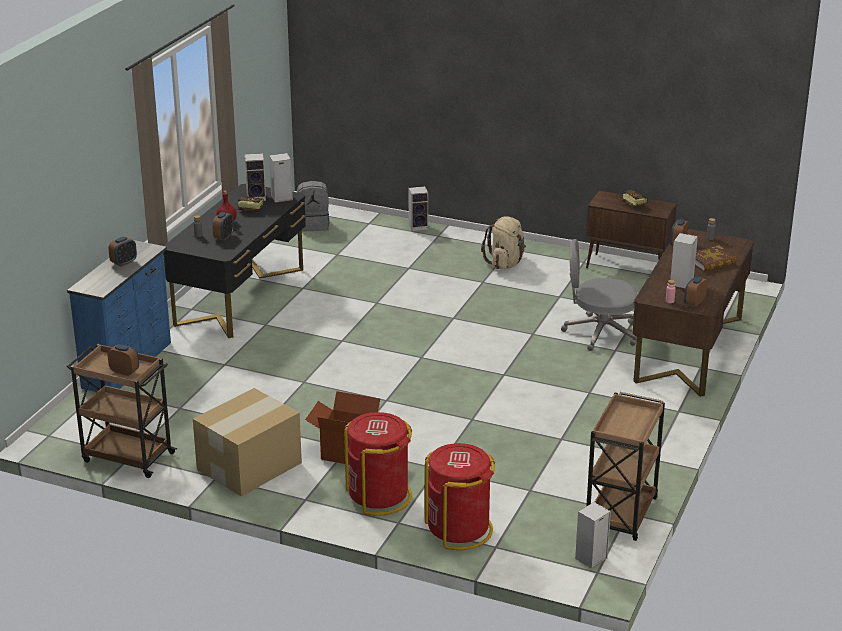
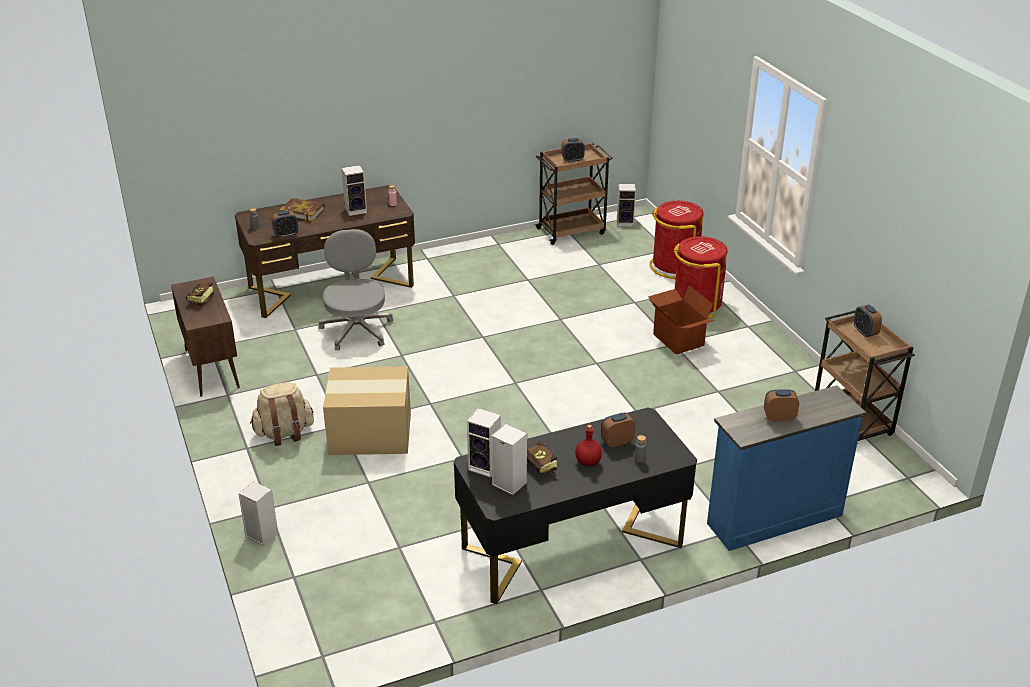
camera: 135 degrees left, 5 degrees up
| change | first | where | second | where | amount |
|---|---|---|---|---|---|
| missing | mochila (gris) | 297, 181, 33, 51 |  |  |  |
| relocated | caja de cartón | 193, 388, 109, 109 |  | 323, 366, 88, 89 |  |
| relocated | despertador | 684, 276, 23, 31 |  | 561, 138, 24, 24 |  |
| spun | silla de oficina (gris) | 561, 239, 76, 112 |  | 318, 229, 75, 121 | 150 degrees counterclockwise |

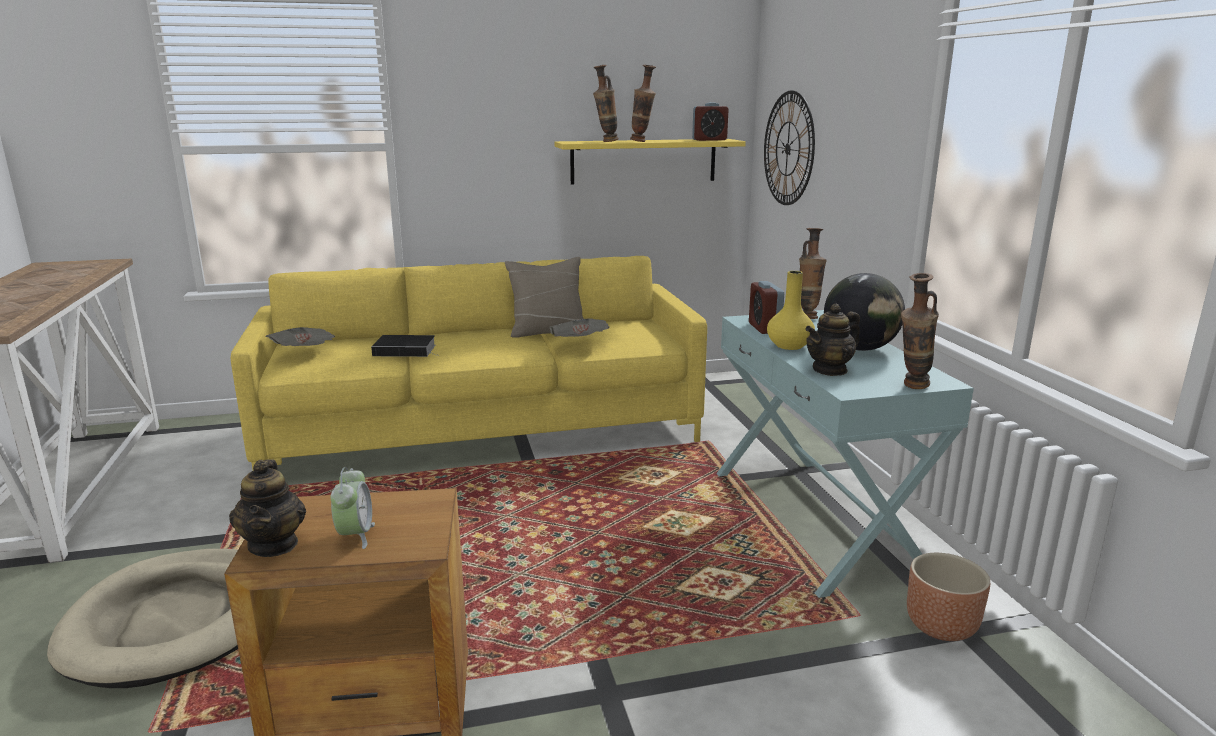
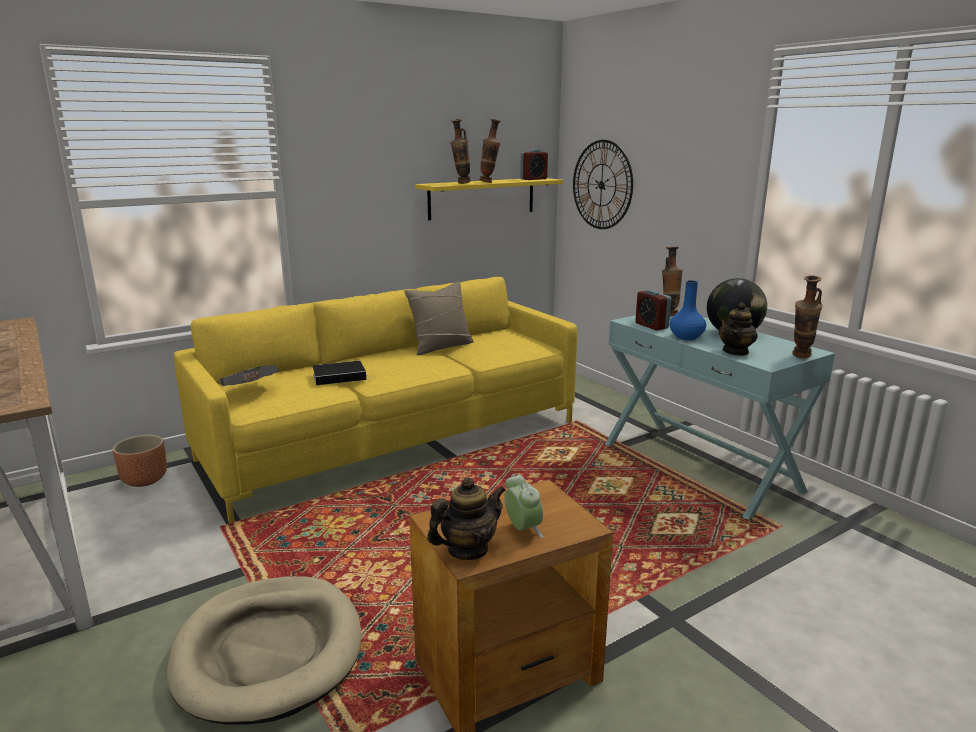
camera: 20 degrees left, 0 degrees up
| change | first | where | second | where | amount |
|---|---|---|---|---|---|
| missing | periódico | 549, 318, 61, 19 |  |  |  |
| relocated | maceta (marrón) | 907, 553, 83, 88 |  | 113, 435, 54, 52 |  |
| colour | florero (amarillo) | 767, 271, 48, 79 | florero (azul) | 670, 280, 36, 60 |  |
| spun | tetera | 229, 459, 77, 98 |  | 427, 477, 79, 83 | 90 degrees counterclockwise |

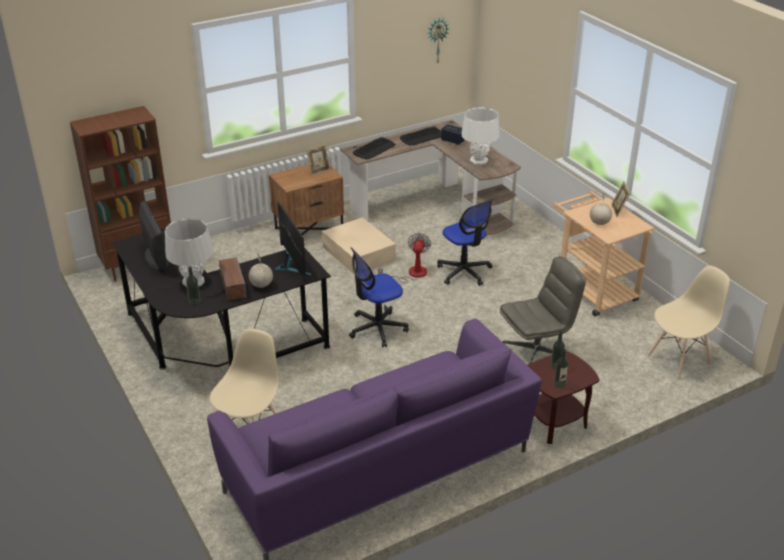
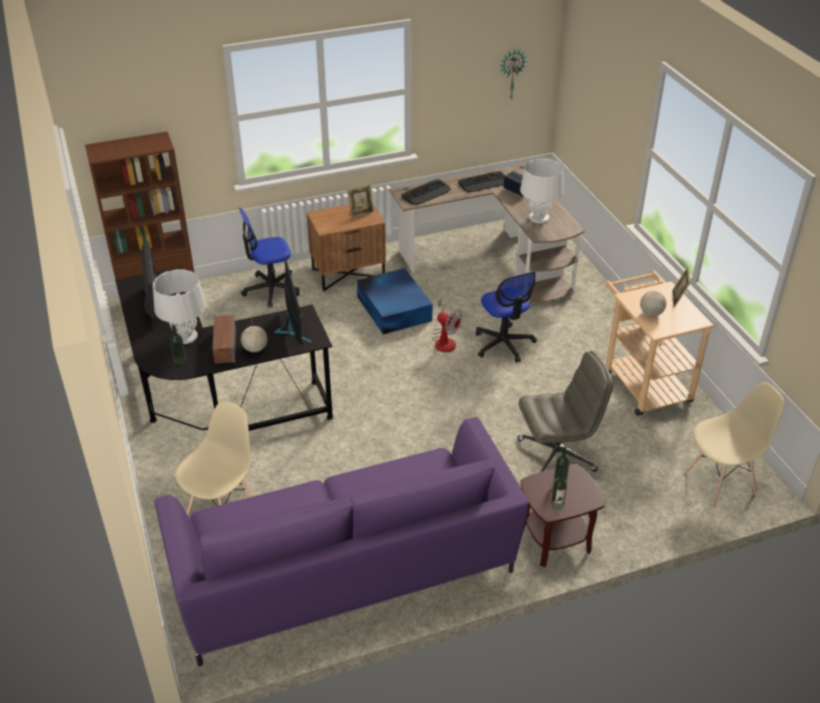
camera: 10 degrees right, 5 degrees up
| change | first | where | second | where | amount |
|---|---|---|---|---|---|
| relocated | silla de oficina | 349, 247, 60, 100 |  | 239, 208, 61, 100 |  |
| colour | caja de almacenaje (beis) | 322, 217, 74, 58 | caja de almacenaje (azul) | 357, 268, 76, 66 |  |
| spun | ventilador | 378, 233, 53, 50 |  | 432, 299, 30, 53 | 105 degrees clockwise |

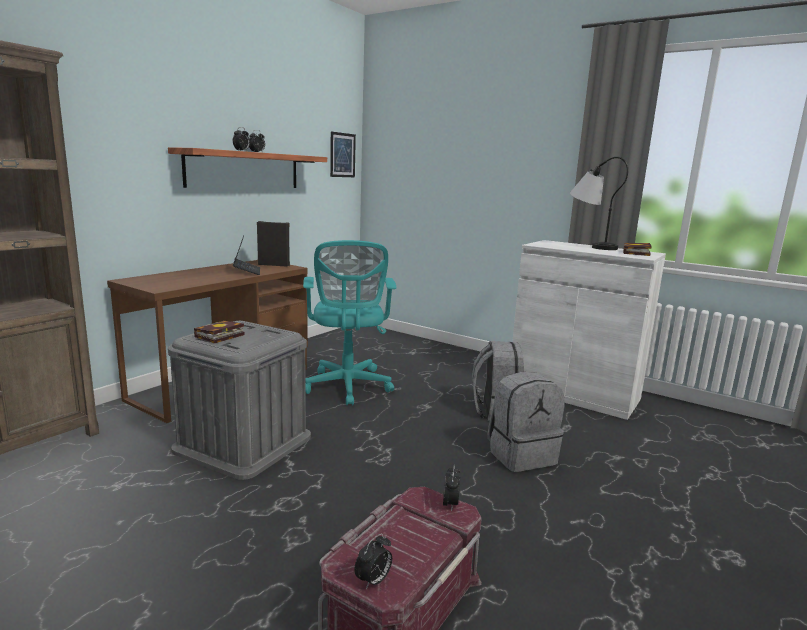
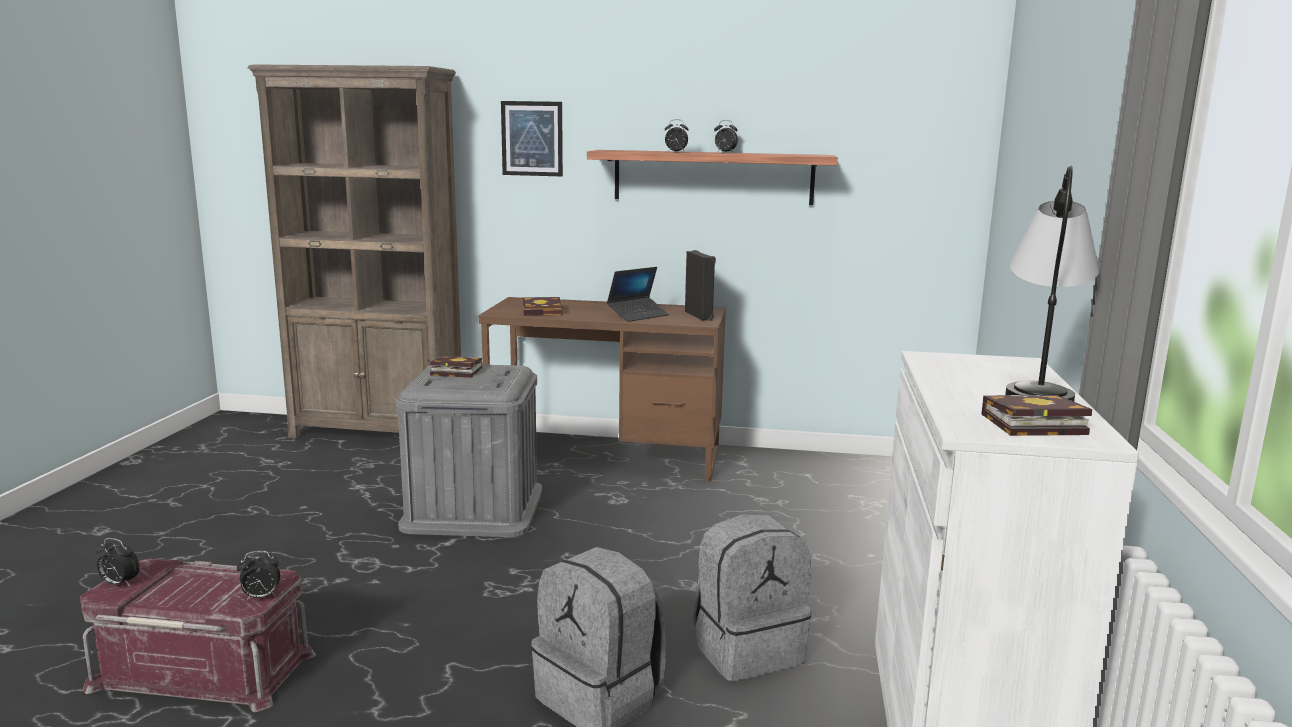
camera: 65 degrees right, 0 degrees up
| change | first | where | second | where | amount |
|---|---|---|---|---|---|
| missing | silla de oficina (turquesa) | 303, 240, 93, 166 |  |  |  |
| appeared |  |  | libro | 522, 297, 40, 19 |  |
| relocated | cuadro | 330, 131, 26, 46 |  | 501, 101, 62, 75 |  |

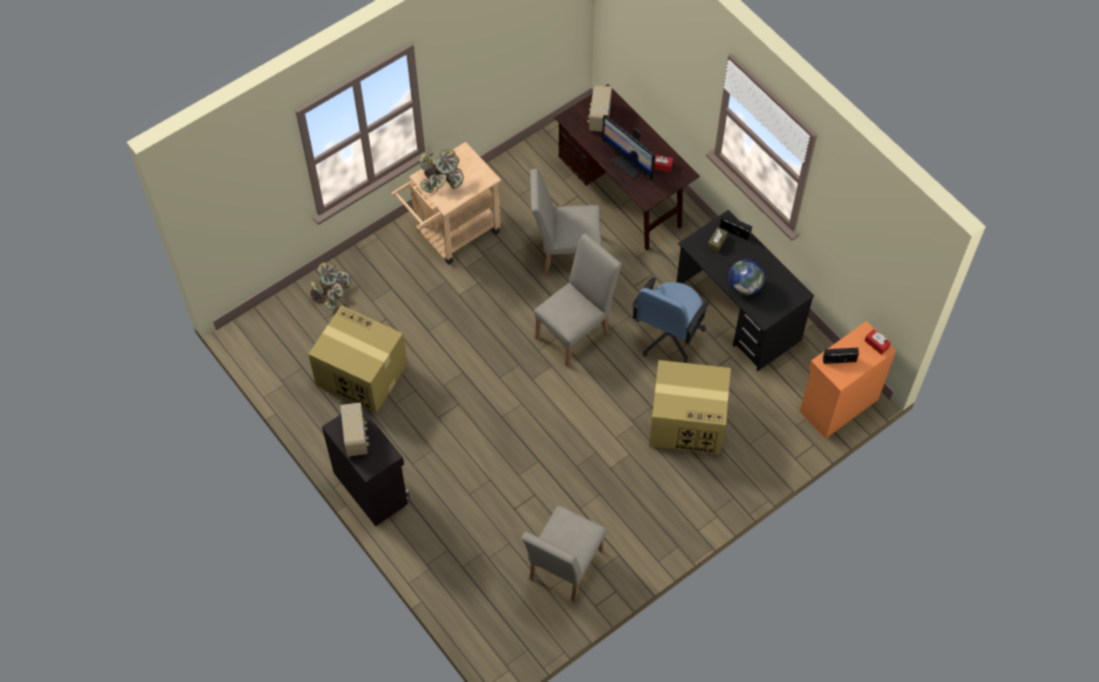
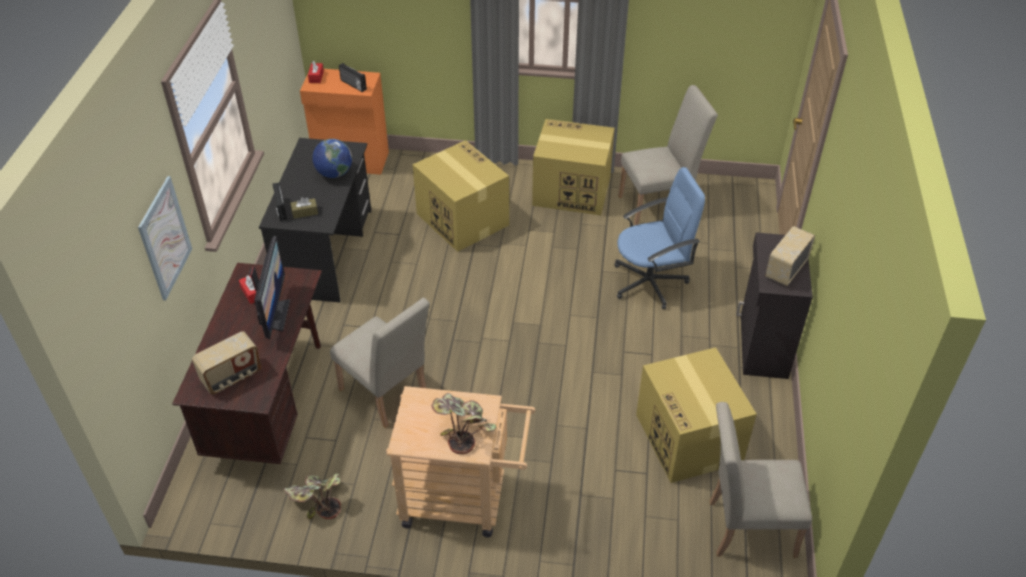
camera: 135 degrees left, 15 degrees down
| change | first | where | second | where | amount |
|---|---|---|---|---|---|
| appeared |  |  | cuadro | 138, 176, 54, 124 |  |
| appeared |  |  | caja de cartón | 532, 119, 83, 96 |  |
| relocated | planta en maceta | 310, 262, 41, 47 |  | 283, 474, 59, 45 |  |
| relocated | silla (beis) | 534, 234, 88, 133 |  | 710, 402, 102, 156 |  |
| relocated | silla de oficina (azul) | 632, 277, 78, 86 |  | 614, 167, 91, 142 |  |

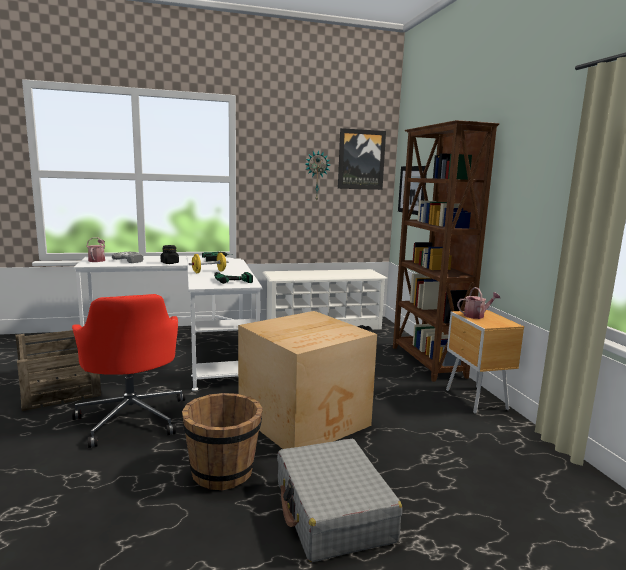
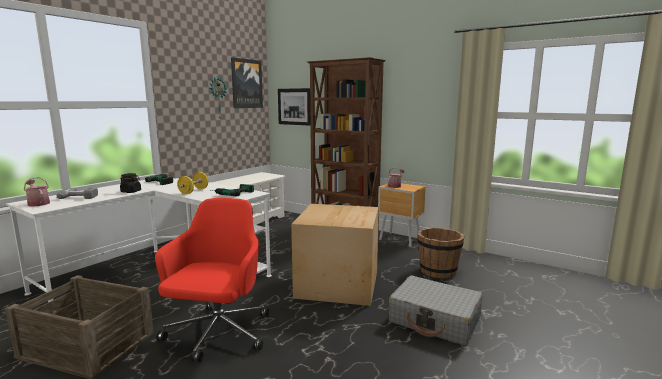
camera: 40 degrees left, 0 degrees up
| change | first | where | second | where | amount |
|---|---|---|---|---|---|
| relocated | cubo (marrón) | 182, 393, 81, 97 |  | 417, 228, 48, 50 |  |
| spun | silla de oficina (rojo) | 72, 294, 113, 154 |  | 155, 198, 114, 164 | 105 degrees counterclockwise |

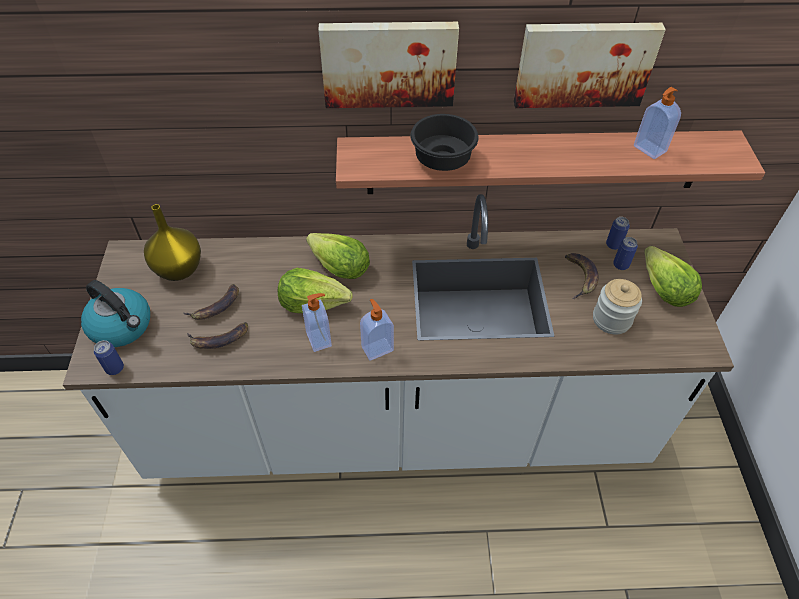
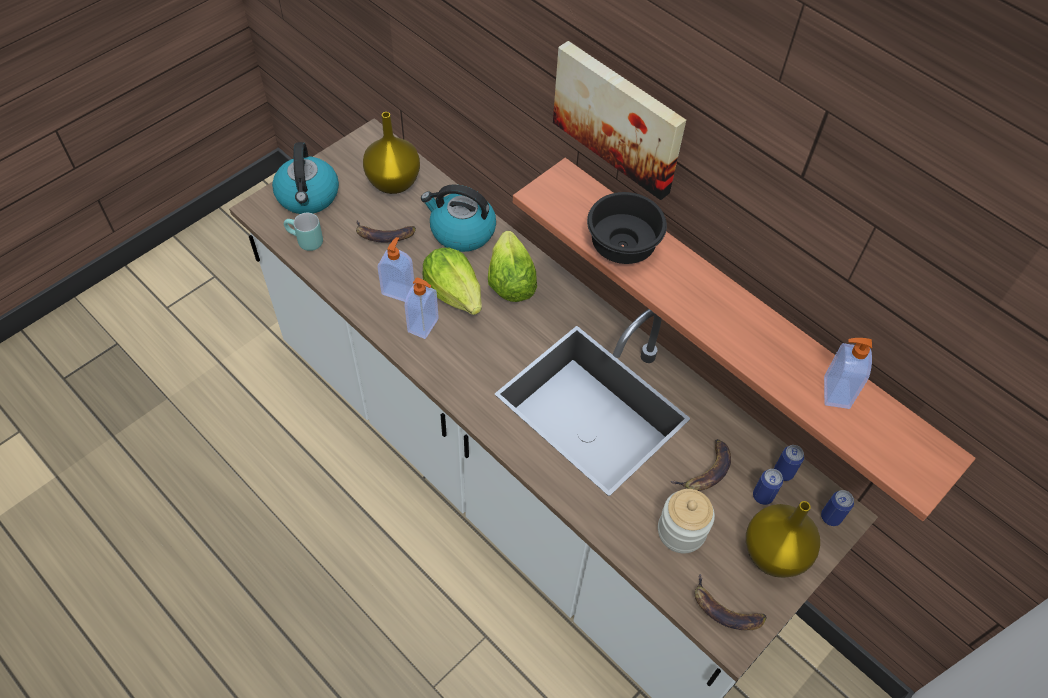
camera: 45 degrees right, 5 degrees up
| change | first | where | second | where | amount |
|---|---|---|---|---|---|
| missing | cuadro | 514, 23, 152, 85 |  |  |  |
| appeared |  |  | taza grande (turquesa) | 284, 213, 39, 38 |  |
| appeared |  |  | hervidor | 421, 184, 75, 68 |  |
| relocated | lata | 94, 340, 30, 35 |  | 821, 490, 33, 36 |  |
| relocated | plátano | 187, 322, 61, 27 |  | 695, 574, 72, 56 |  |
| relocated | dispensador de jabón | 360, 299, 34, 61 |  | 377, 237, 37, 65 |  |
| exchanged | lechuga | 644, 246, 58, 61 | florero (amarillo) | 746, 501, 74, 77 |  |

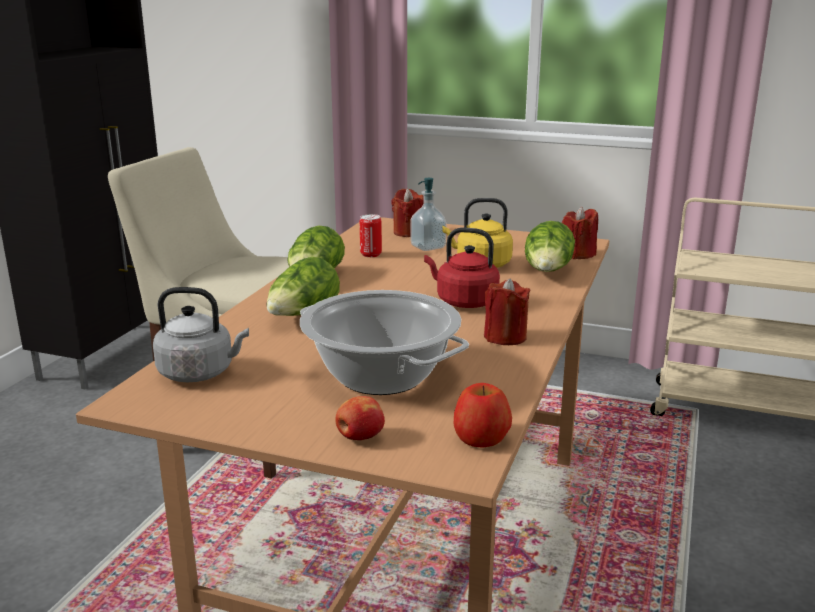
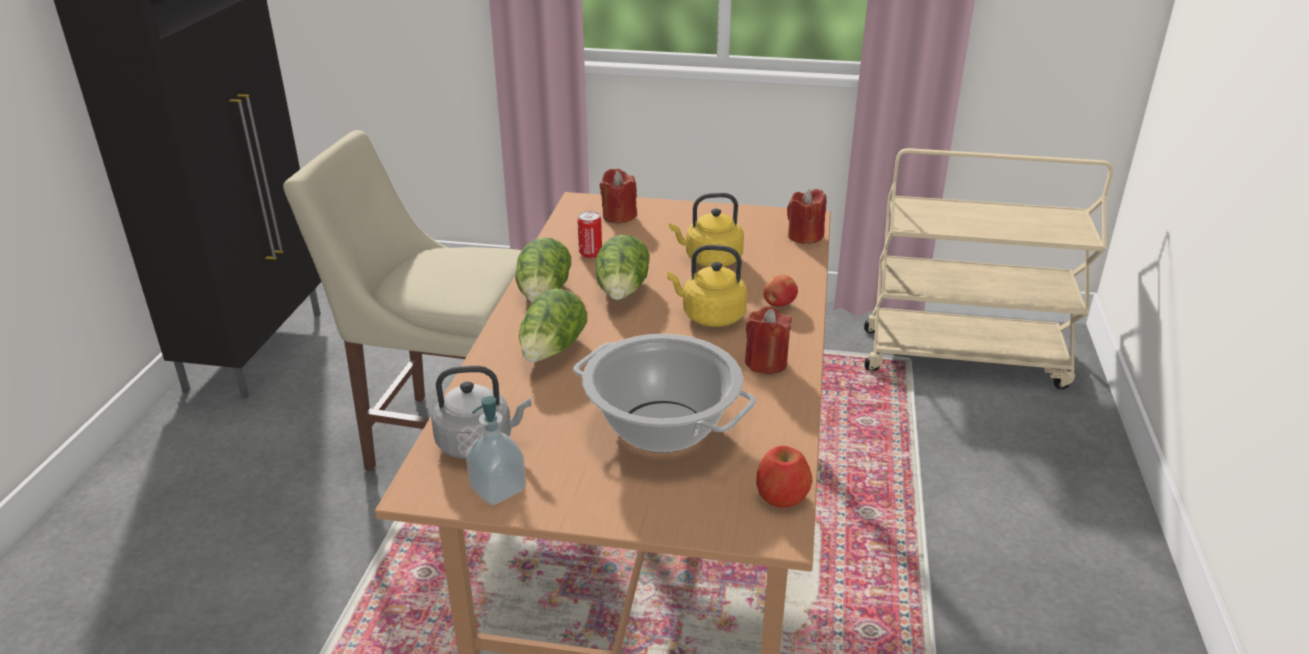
camera: 10 degrees left, 10 degrees up
| change | first | where | second | where | amount |
|---|---|---|---|---|---|
| relocated | manzana | 336, 396, 49, 44 |  | 763, 275, 35, 31 |  |
| relocated | dispensador de jabón | 410, 178, 37, 73 |  | 466, 396, 60, 109 |  |
| relocated | lechuga | 525, 221, 50, 51 |  | 595, 235, 55, 65 |  |
| colour | hervidor (rojo) | 424, 228, 76, 80 | hervidor (amarillo) | 667, 245, 80, 82 |  |

